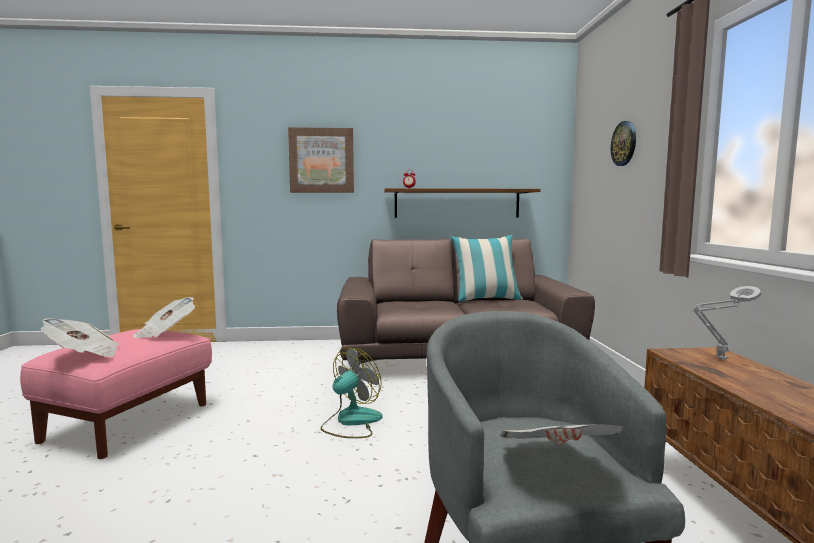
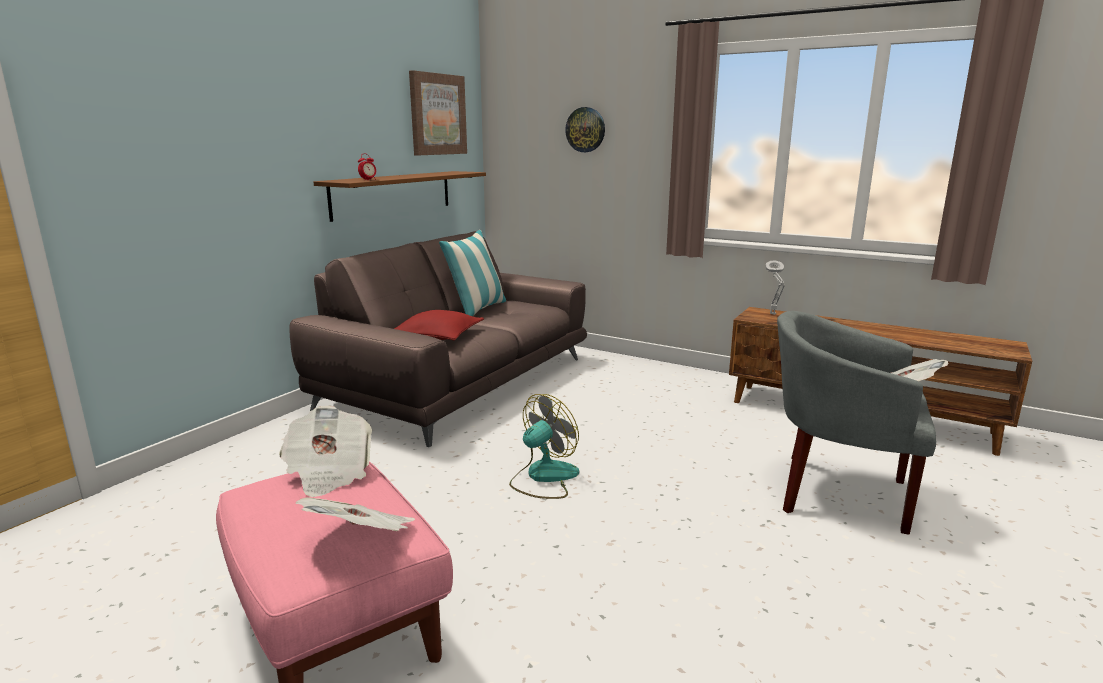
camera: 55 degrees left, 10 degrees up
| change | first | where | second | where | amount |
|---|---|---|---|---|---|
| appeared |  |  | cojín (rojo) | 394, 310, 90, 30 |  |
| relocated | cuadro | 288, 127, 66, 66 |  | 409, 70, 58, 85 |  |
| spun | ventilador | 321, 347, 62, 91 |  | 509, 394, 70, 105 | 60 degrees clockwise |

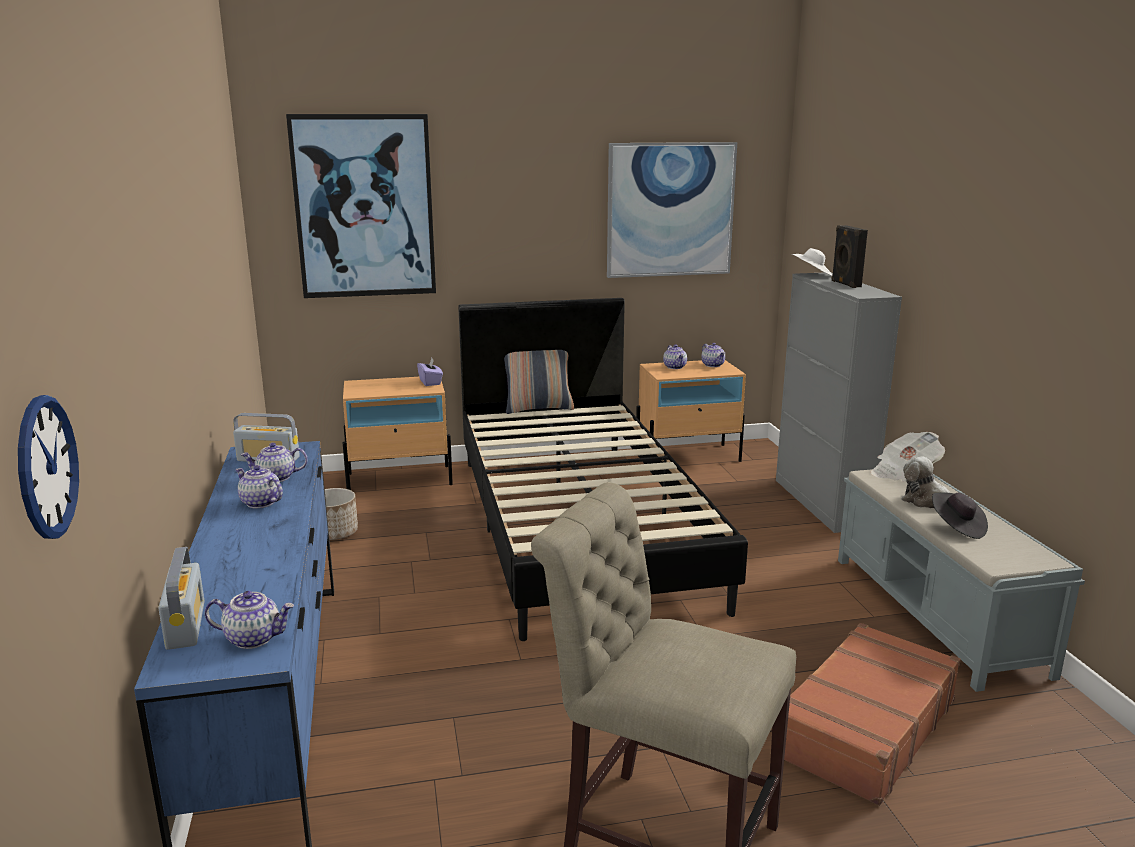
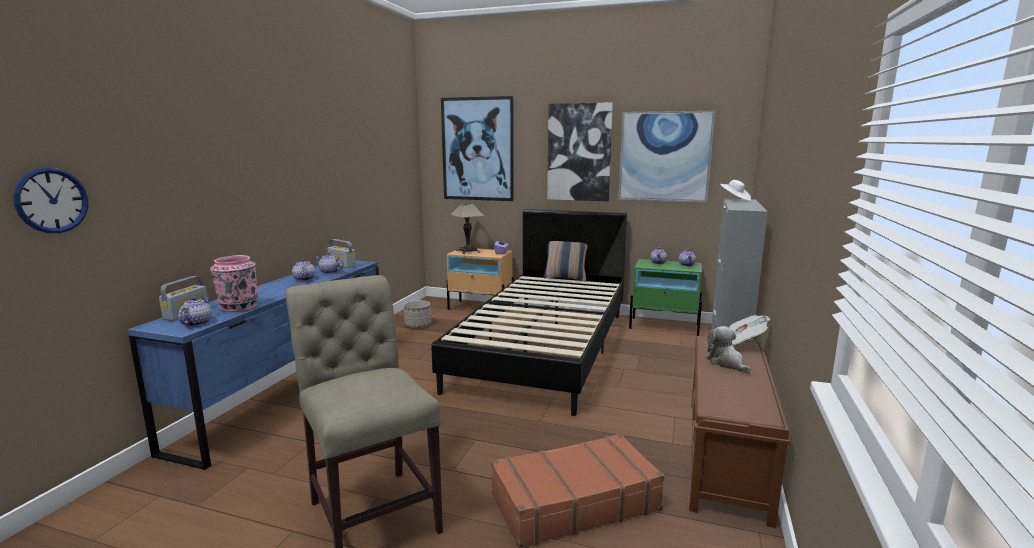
camera: 30 degrees right, 5 degrees down
| change | first | where | second | where | amount |
|---|---|---|---|---|---|
| missing | altavoz (negro) | 831, 225, 37, 63 |  |  |  |
| missing | sombrero (negro) | 932, 492, 56, 47 |  |  |  |
| appeared |  |  | florero (rosa) | 210, 255, 49, 57 |  |
| appeared |  |  | lámpara de mesa | 450, 203, 35, 51 |  |
| appeared |  |  | cuadro | 547, 102, 66, 99 |  |
| colour | mesita de noche (beis) | 636, 360, 110, 102 | mesita de noche (verde) | 629, 259, 73, 77 |  |
| colour | banco (gris) | 838, 470, 247, 222 | banco (marrón) | 689, 336, 102, 192 |  |
| spun | tetera | 205, 591, 90, 58 |  | 178, 297, 34, 30 | 120 degrees counterclockwise |

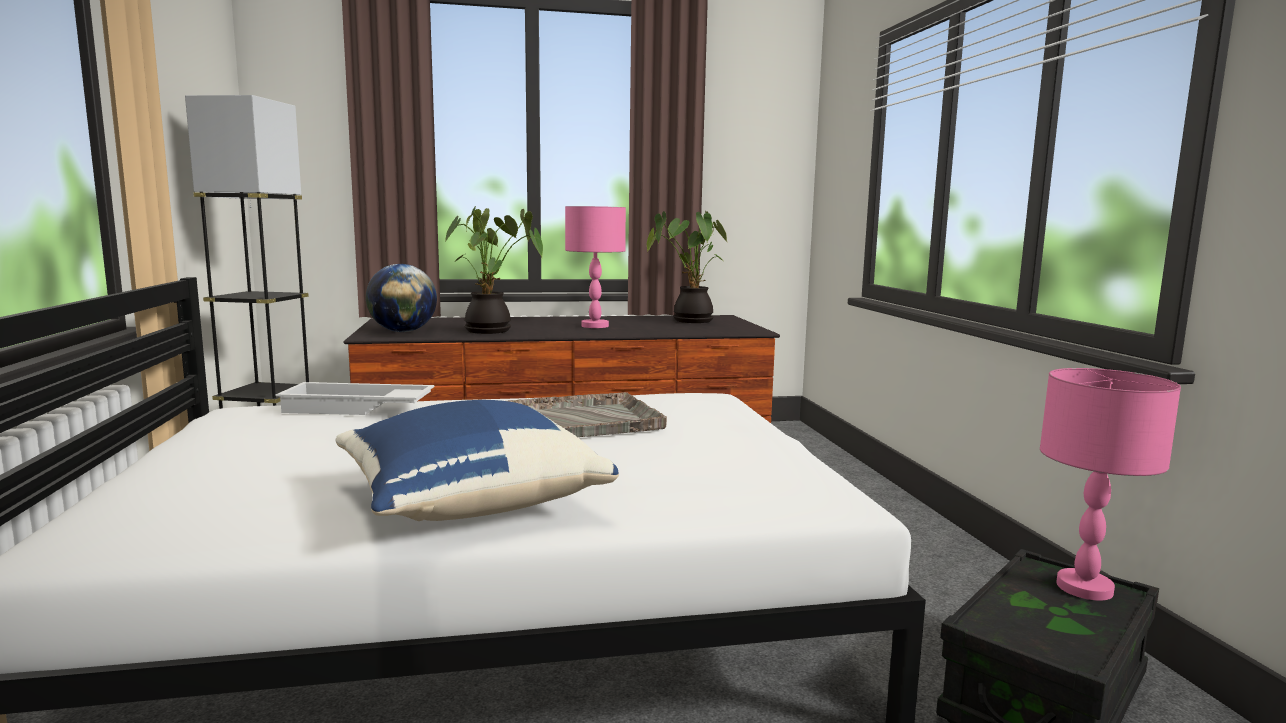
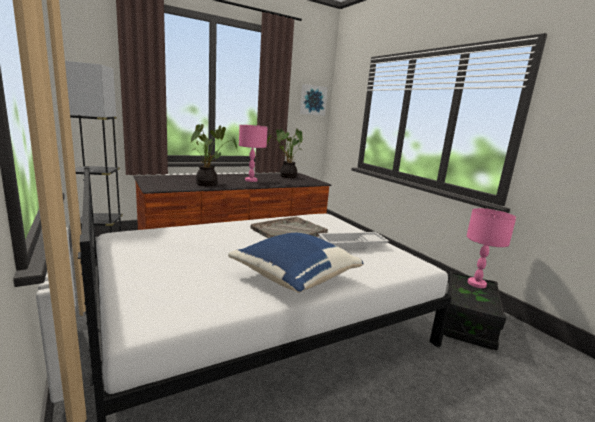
camera: 20 degrees left, 5 degrees up
| change | first | where | second | where | amount |
|---|---|---|---|---|---|
| missing | globo terráqueo | 366, 264, 71, 68 |  |  |  |
| appeared |  |  | cuadro | 300, 84, 28, 32 |  |
| relocated | bandeja (blanco) | 275, 382, 159, 33 |  | 318, 232, 71, 19 |  |

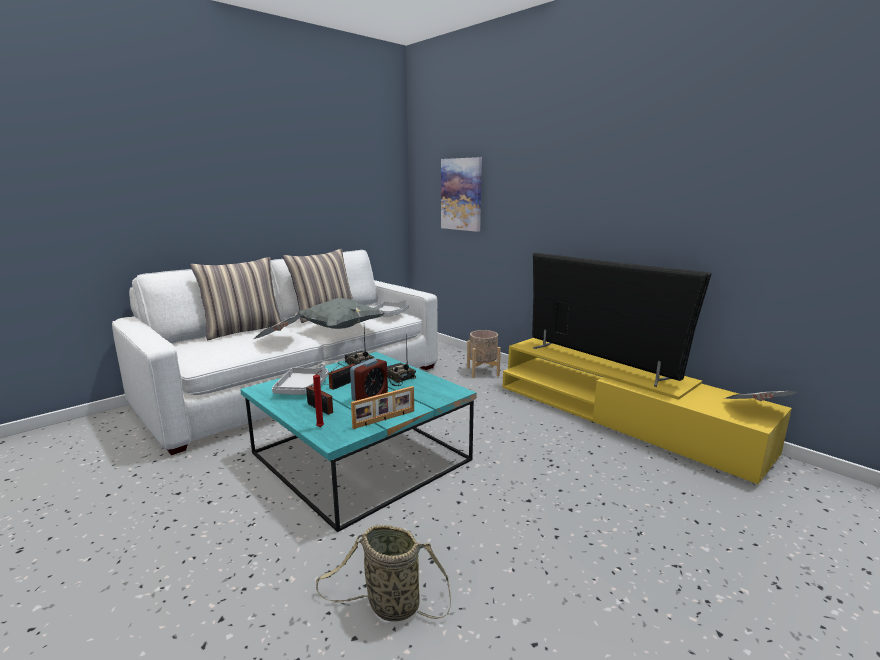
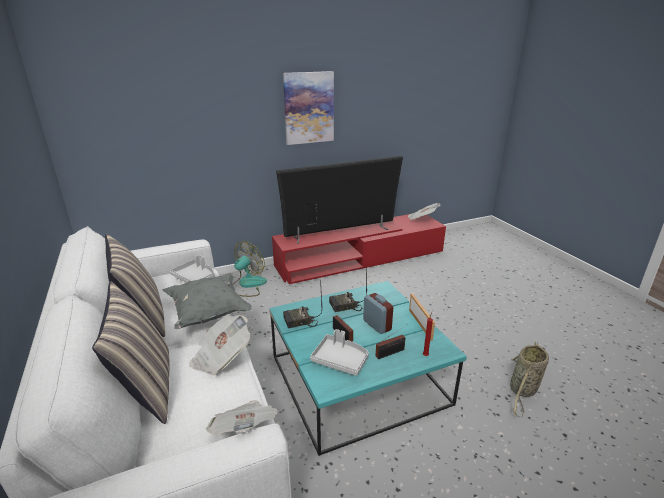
camera: 70 degrees left, 10 degrees up
| change | first | where | second | where | amount |
|---|---|---|---|---|---|
| appeared |  |  | periódico | 206, 400, 73, 35 |  |
| relocated | cuadro | 441, 157, 41, 75 |  | 283, 71, 51, 74 |  |
| exchanged | maceta (beis) | 467, 330, 34, 48 | ventilador | 234, 241, 33, 56 |  |
| colour | mueble de televisión (amarillo) | 502, 338, 290, 146 | mueble de televisión (rojo) | 272, 214, 174, 70 |  |

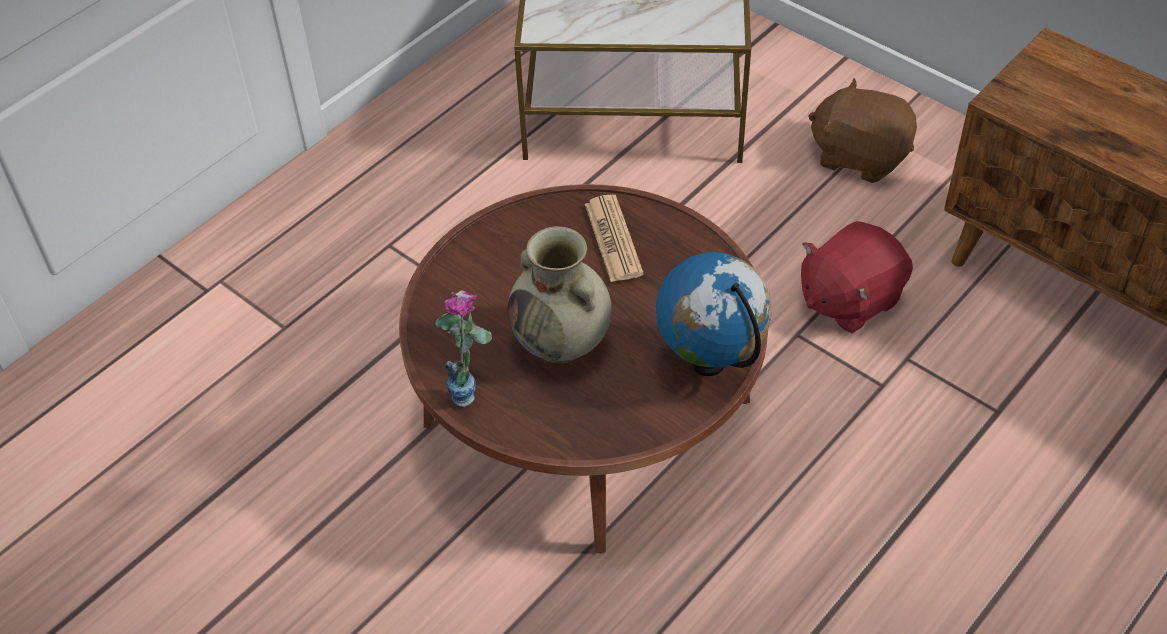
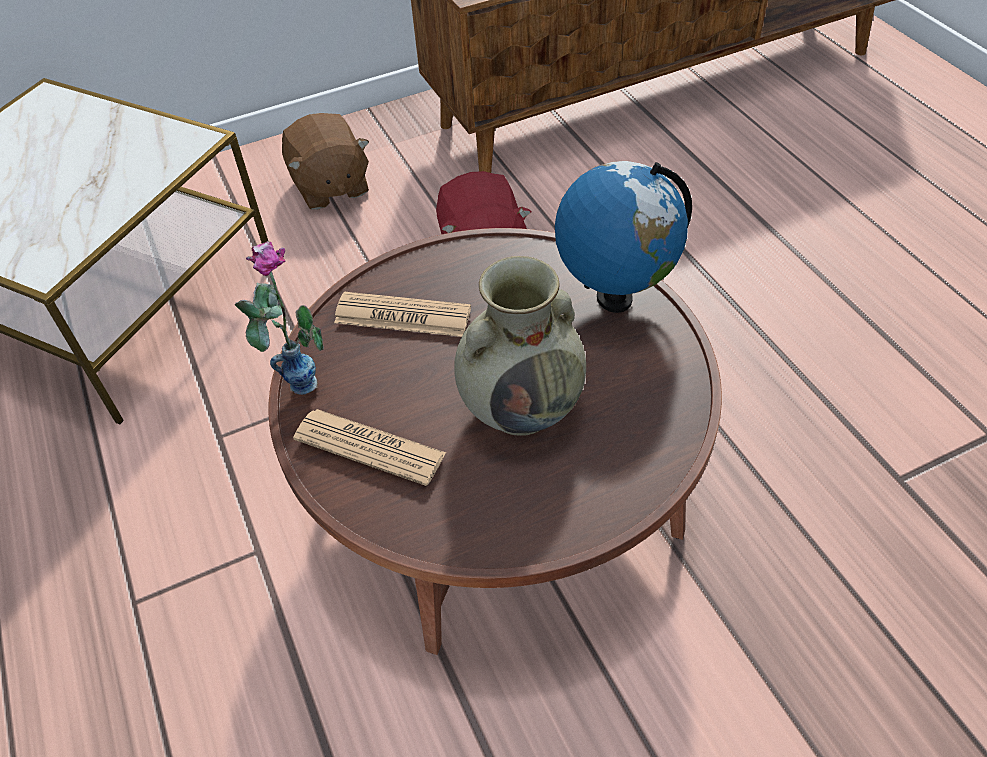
camera: 65 degrees left, 0 degrees up
| change | first | where | second | where | amount |
|---|---|---|---|---|---|
| appeared |  |  | periódico | 293, 409, 153, 77 |  |
| relocated | florero | 435, 290, 57, 117 |  | 235, 241, 89, 154 |  |
| spun | peluche (marrón) | 808, 78, 109, 105 |  | 282, 113, 87, 97 | 75 degrees counterclockwise |

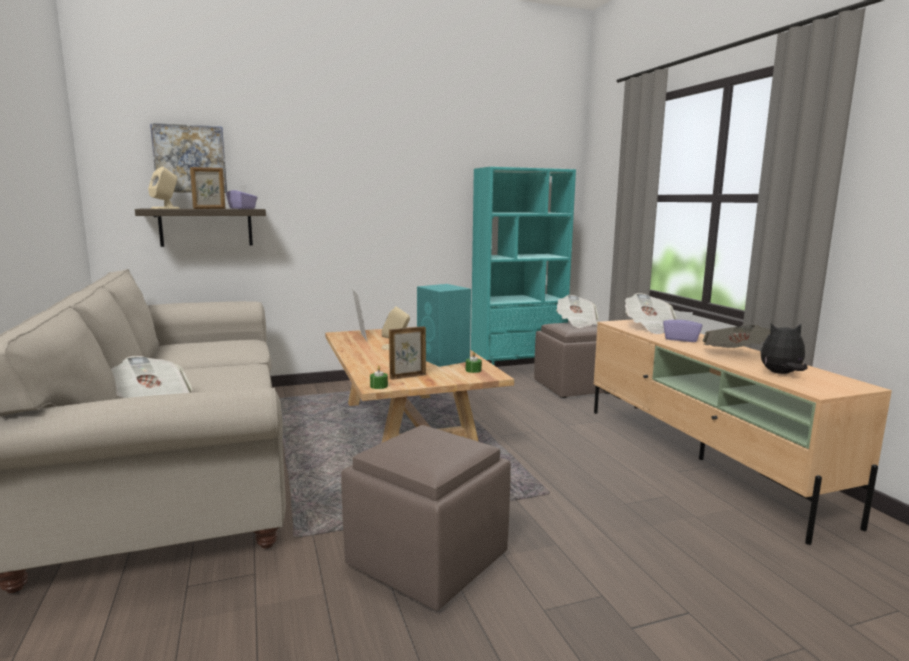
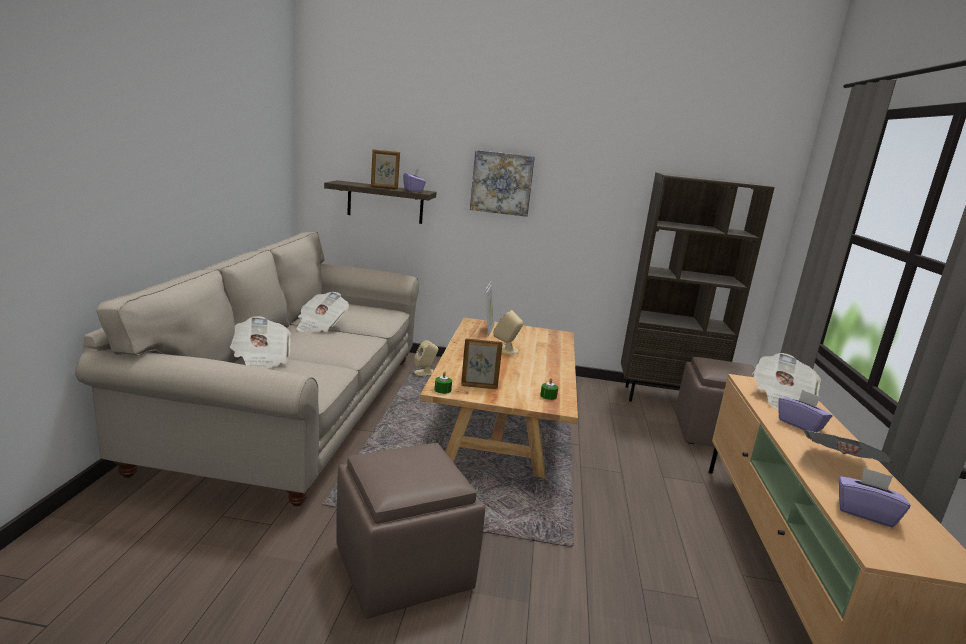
camera: 25 degrees right, 5 degrees up
| change | first | where | second | where | amount |
|---|---|---|---|---|---|
| missing | altavoz (turquesa) | 417, 284, 54, 83 |  |  |  |
| relocated | altavoz (beis) | 148, 167, 32, 42 |  | 414, 340, 24, 36 |  |
| relocated | cuadro | 150, 123, 77, 70 |  | 470, 150, 65, 67 |  |
| relocated | periódico | 556, 295, 42, 33 |  | 296, 292, 53, 40 |  |
| exchanged | peluche | 761, 324, 47, 50 | caja de pañuelos (morado) | 839, 467, 71, 60 |  |
| colour | estantería (turquesa) | 471, 167, 105, 198 | estantería (marrón) | 621, 172, 154, 230 |  |

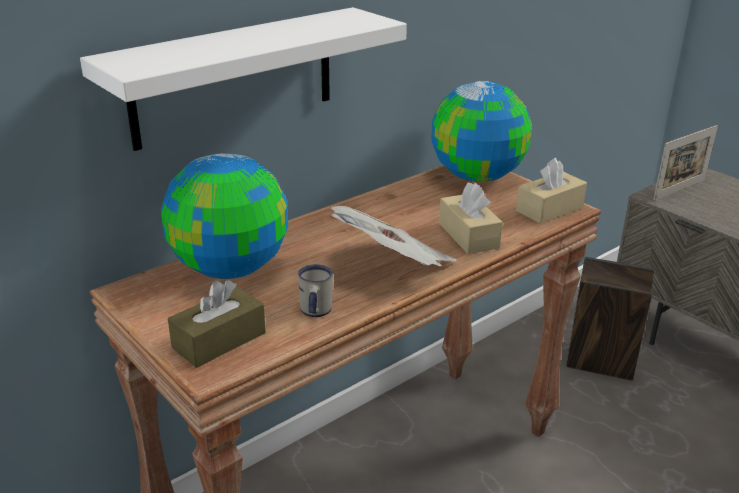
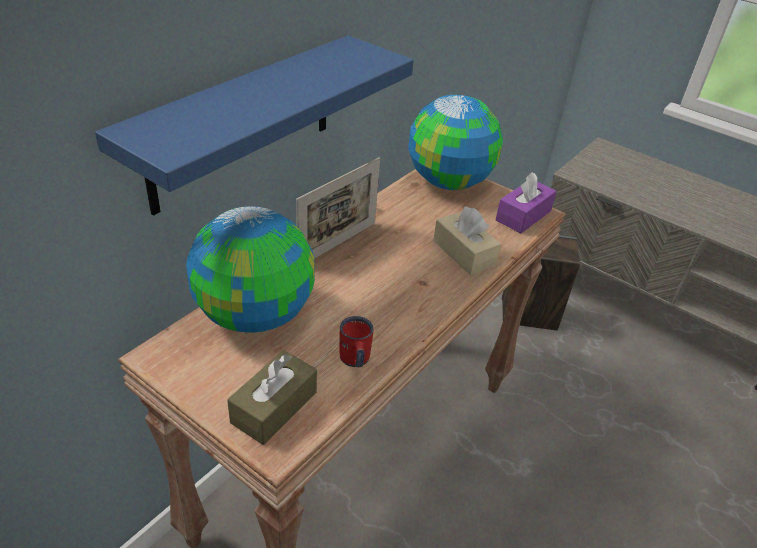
camera: 15 degrees left, 10 degrees up
| change | first | where | second | where | amount |
|---|---|---|---|---|---|
| missing | periódico | 330, 206, 127, 60 |  |  |  |
| relocated | portarretratos | 653, 125, 65, 75 |  | 296, 158, 84, 101 |  |
| colour | estante (blanco) | 80, 7, 327, 144 | estante (azul) | 95, 35, 319, 181 |  |
| colour | taza grande (blanco) | 298, 264, 35, 53 | taza grande (rojo) | 340, 316, 34, 51 |  |
| colour | caja de pañuelos (beis) | 516, 158, 71, 65 | caja de pañuelos (morado) | 496, 172, 61, 61 |  |

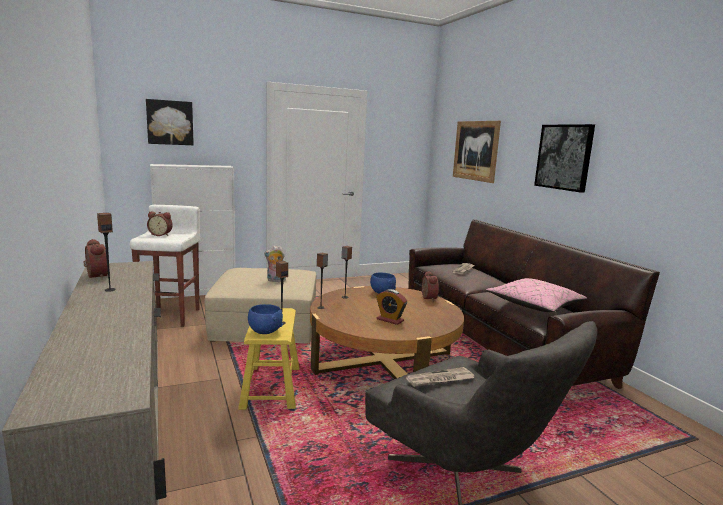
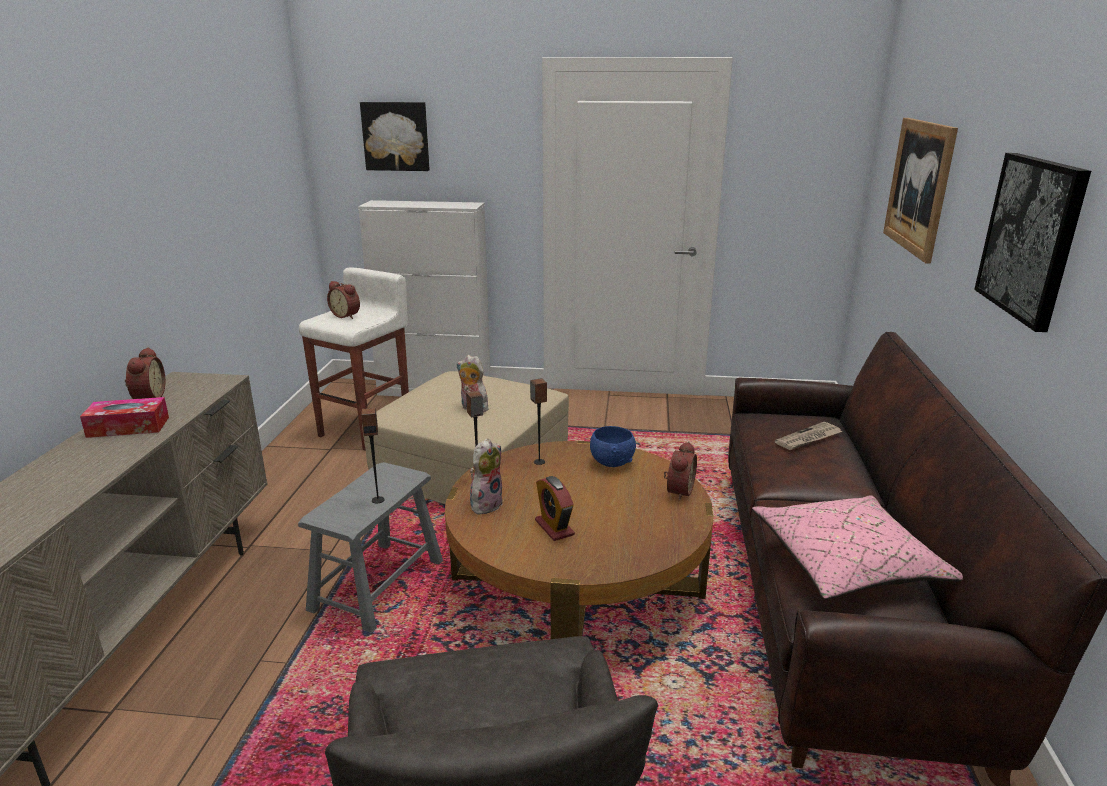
camera: 30 degrees right, 10 degrees up
| change | first | where | second | where | amount |
|---|---|---|---|---|---|
| missing | cuenco (azul) | 248, 304, 35, 30 |  |  |  |
| missing | periódico | 406, 367, 68, 20 |  |  |  |
| appeared |  |  | peluche | 470, 438, 33, 76 |  |
| exchanged | altavoz | 97, 213, 19, 79 | caja de pañuelos | 80, 397, 89, 41 |  |
| colour | taburete (amarillo) | 238, 308, 61, 102 | taburete (gris) | 298, 462, 145, 171 |  |

